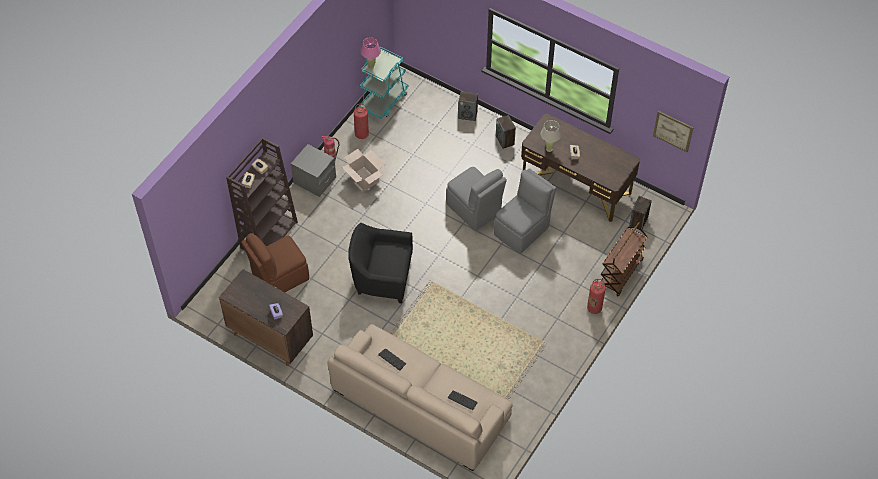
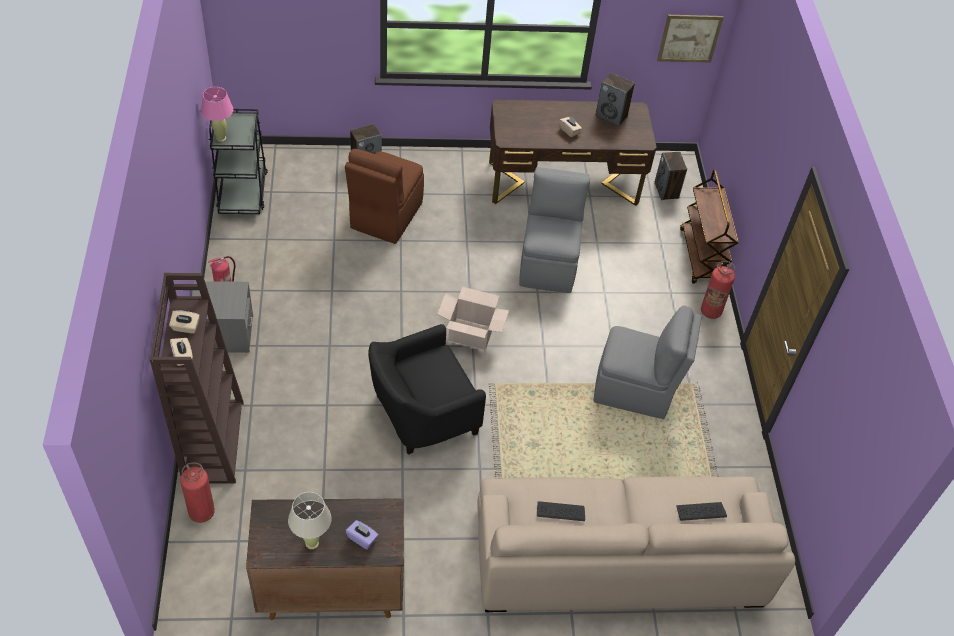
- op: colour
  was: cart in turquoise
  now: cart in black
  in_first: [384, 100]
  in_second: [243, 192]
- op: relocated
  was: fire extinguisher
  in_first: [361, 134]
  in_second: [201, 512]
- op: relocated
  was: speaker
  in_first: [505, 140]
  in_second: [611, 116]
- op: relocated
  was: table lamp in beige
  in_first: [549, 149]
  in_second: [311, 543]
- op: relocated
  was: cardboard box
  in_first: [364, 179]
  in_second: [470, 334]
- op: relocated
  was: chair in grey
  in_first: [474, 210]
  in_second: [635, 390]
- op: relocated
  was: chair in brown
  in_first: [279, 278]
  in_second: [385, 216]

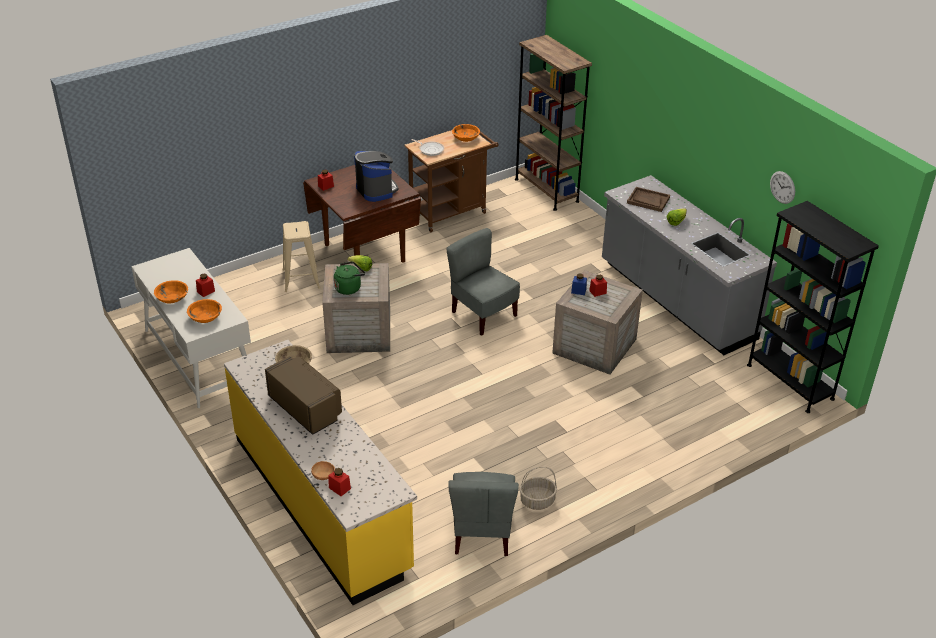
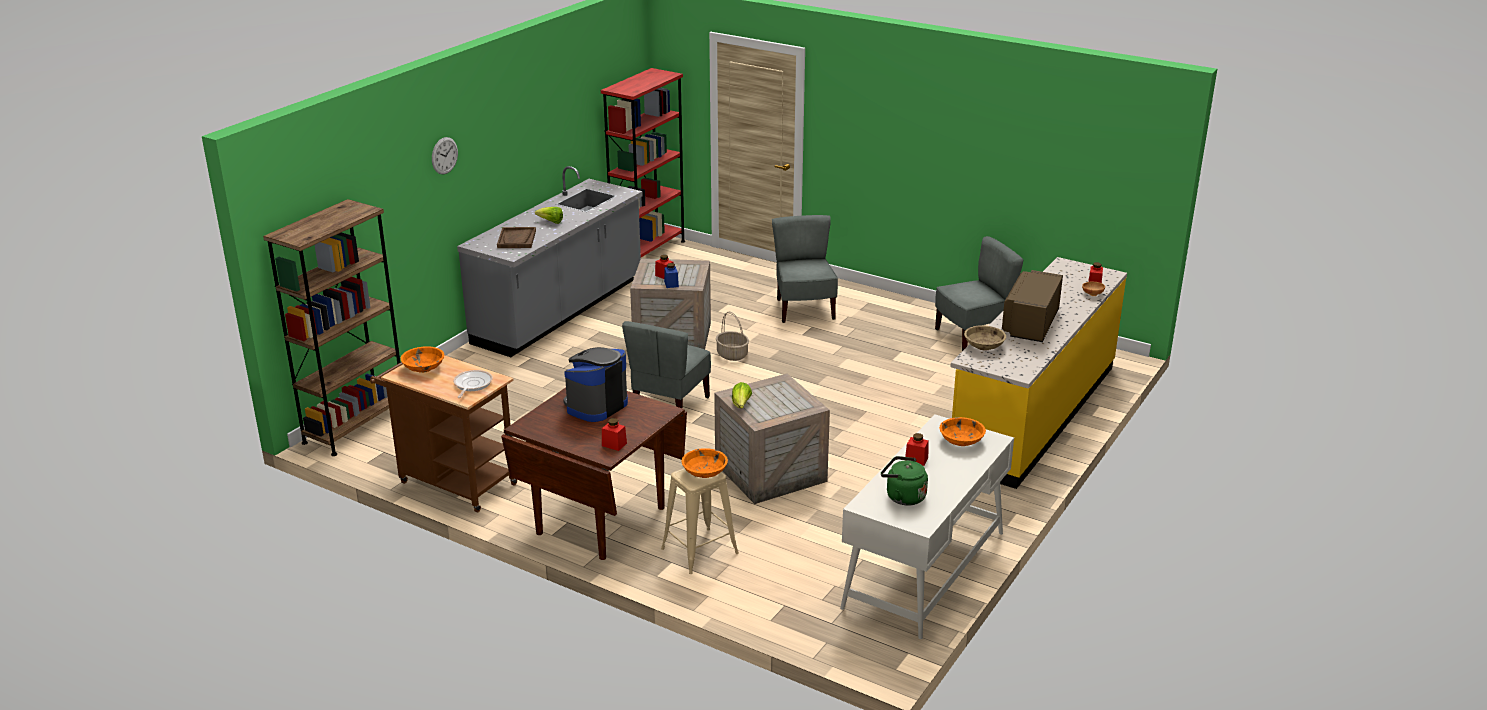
- op: relocated
  was: wall clock
  in_first: [782, 187]
  in_second: [444, 155]
- op: colour
  was: bookcase in black
  now: bookcase in red
  in_first: [790, 382]
  in_second: [648, 251]
- op: relocated
  was: kettle in green
  in_first: [349, 288]
  in_second: [903, 497]
- op: relocated
  was: bowl in orange
  in_first: [172, 299]
  in_second: [704, 472]
- op: relocated
  was: basket
  in_first: [537, 501]
  in_second: [732, 355]
- op: appeared
  now: chair in grey
  in_second: [804, 309]

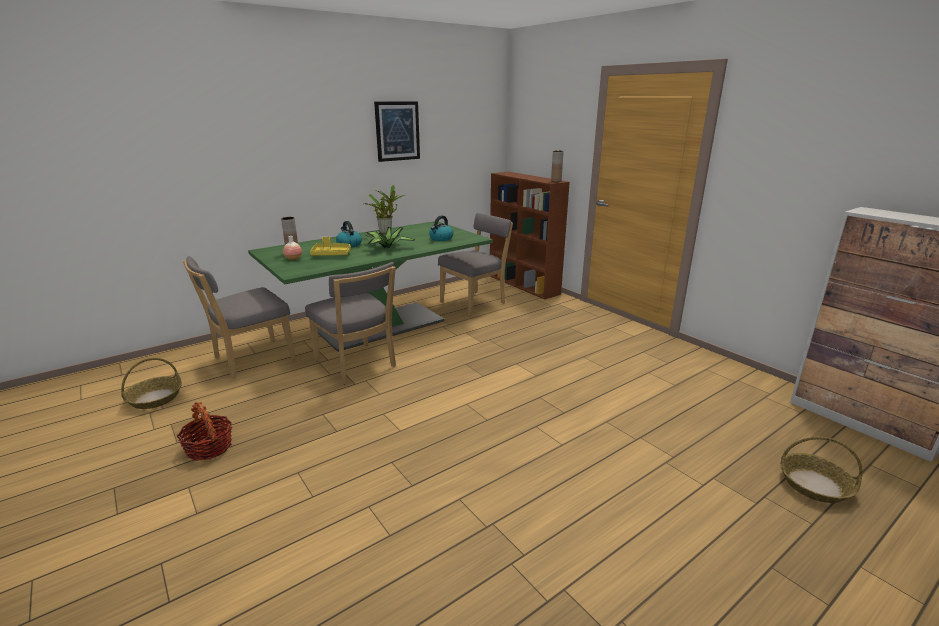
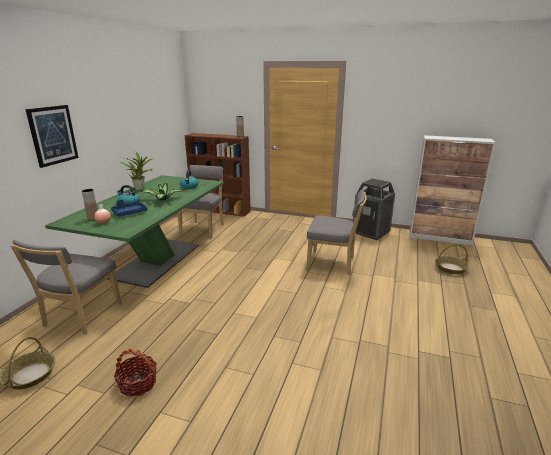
- op: relocated
  was: picture
  in_first: [397, 131]
  in_second: [53, 135]
- op: colour
  was: tray in yellow
  now: tray in blue
  in_first: [331, 254]
  in_second: [129, 213]
- op: relocated
  was: chair in grey
  in_first: [357, 365]
  in_second: [333, 264]
- op: appeared
  now: trash can
  in_second: [371, 232]

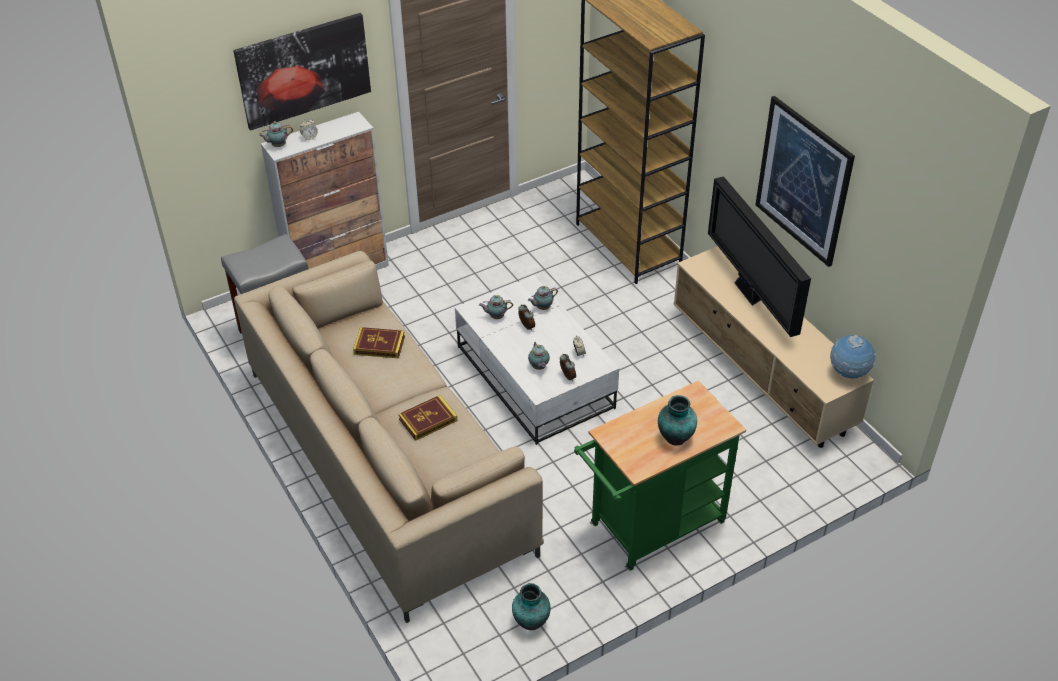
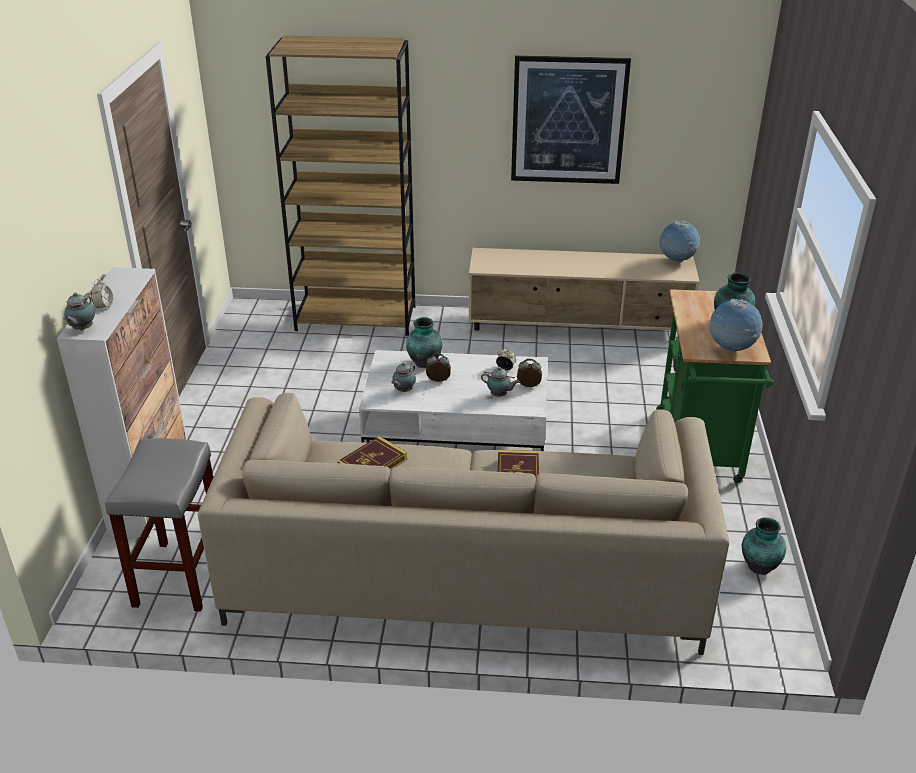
- op: missing
  was: picture
  in_first: [304, 70]
- op: missing
  was: television
  in_first: [749, 294]
- op: exchanged
  was: teapot
  now: vase
  in_first: [542, 307]
  in_second: [424, 362]
- op: appeared
  now: globe
  in_second: [731, 349]

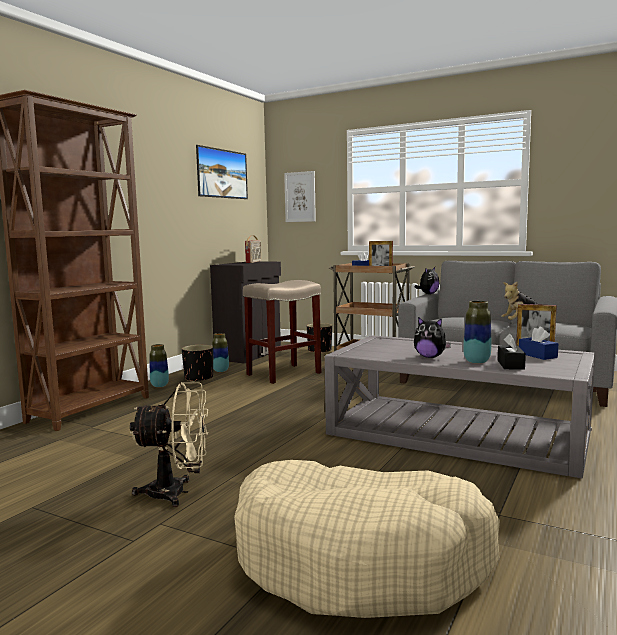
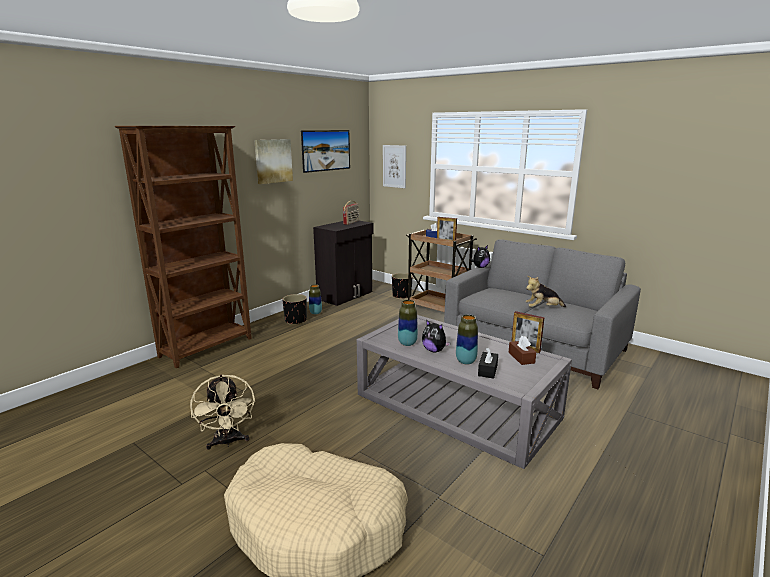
- op: missing
  was: stool in beige
  in_first: [284, 373]
- op: colour
  was: tissue box in blue
  now: tissue box in brown
  in_first: [537, 355]
  in_second: [521, 358]
- op: relocated
  was: vase
  in_first: [159, 386]
  in_second: [407, 343]
- op: spun
  was: fan in beige
  in_first: [177, 493]
  in_second: [228, 442]
  clockwise: 60
- op: appeared
  now: picture
  in_second: [273, 161]

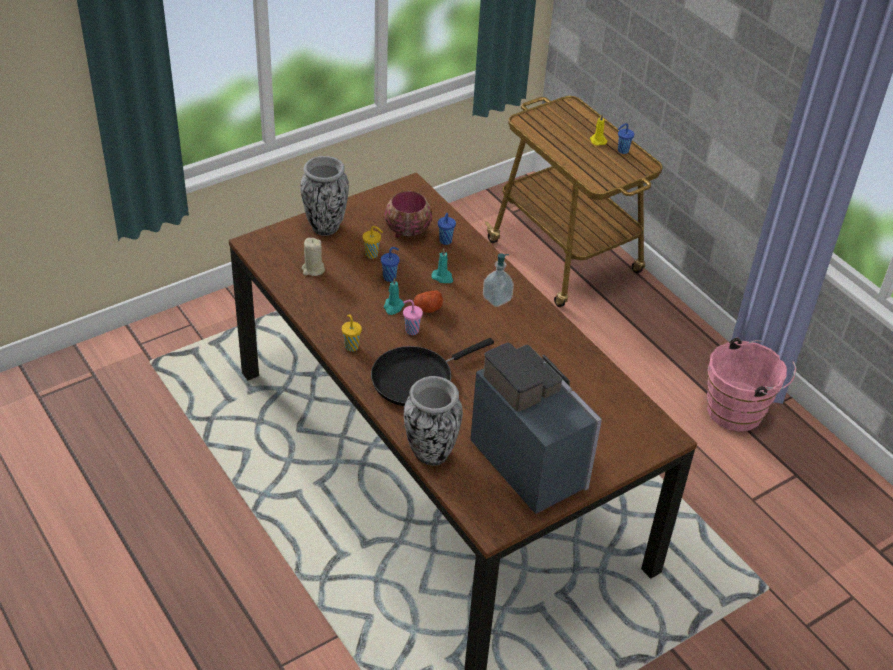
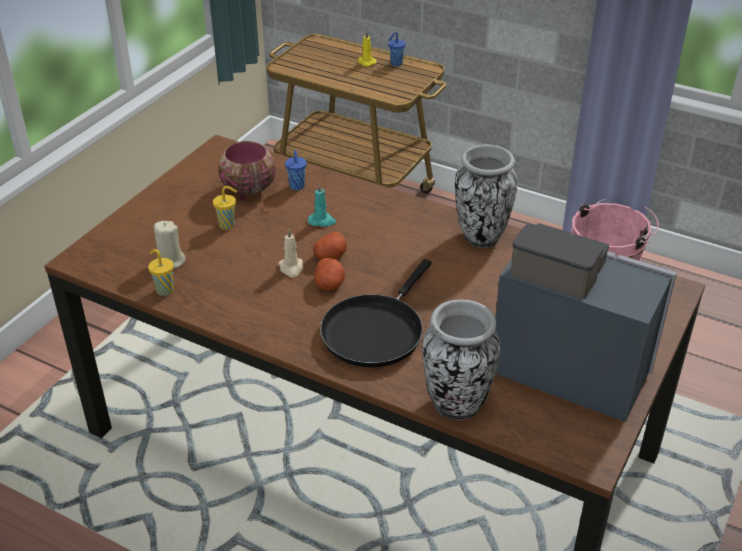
- op: relocated
  was: vase
  in_first: [325, 226]
  in_second: [480, 237]
- op: missing
  was: cup in blue
  in_first: [390, 277]
- op: missing
  was: soap dispenser
  in_first: [497, 298]
- op: colour
  was: candle in turquoise
  now: candle in beige
  in_first: [393, 307]
  in_second: [291, 268]
- op: exchanged
  was: cup in pink
  now: potato
  in_first: [411, 330]
  in_second: [330, 284]
- op: relocated
  was: cup in yellow
  in_first: [351, 346]
  in_second: [164, 290]

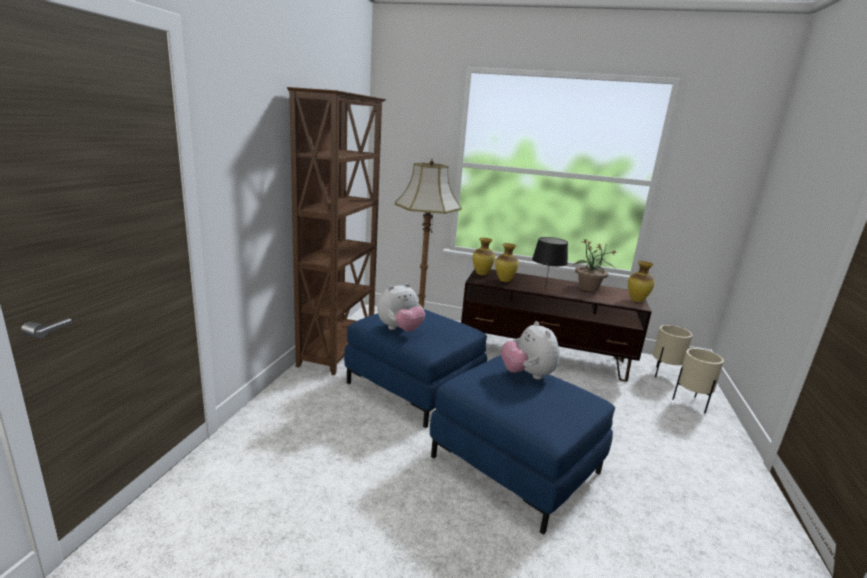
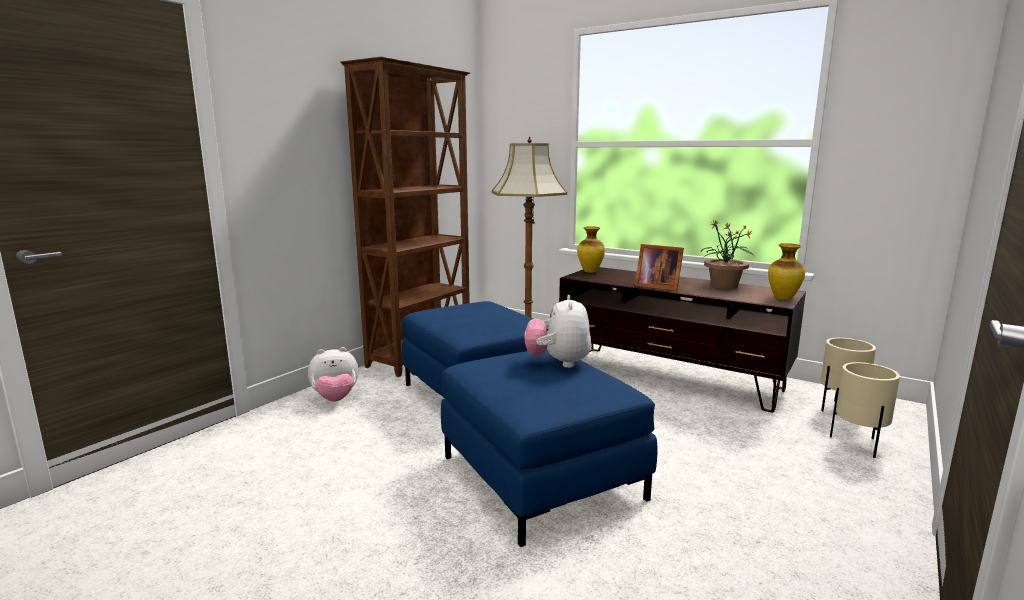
- op: exchanged
  was: table lamp in black
  now: picture frame
  in_first: [545, 290]
  in_second: [656, 286]
- op: missing
  was: vase
  in_first: [504, 281]
- op: relocated
  was: plush toy
  in_first: [400, 329]
  in_second: [335, 399]

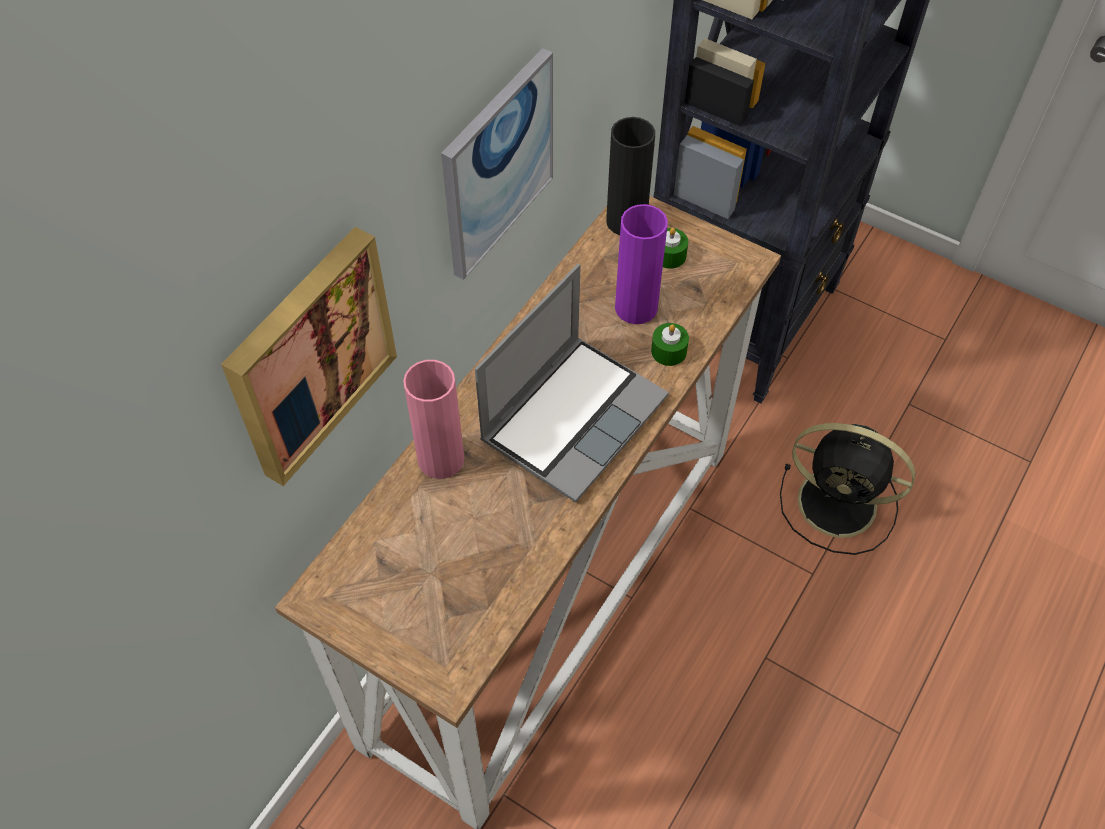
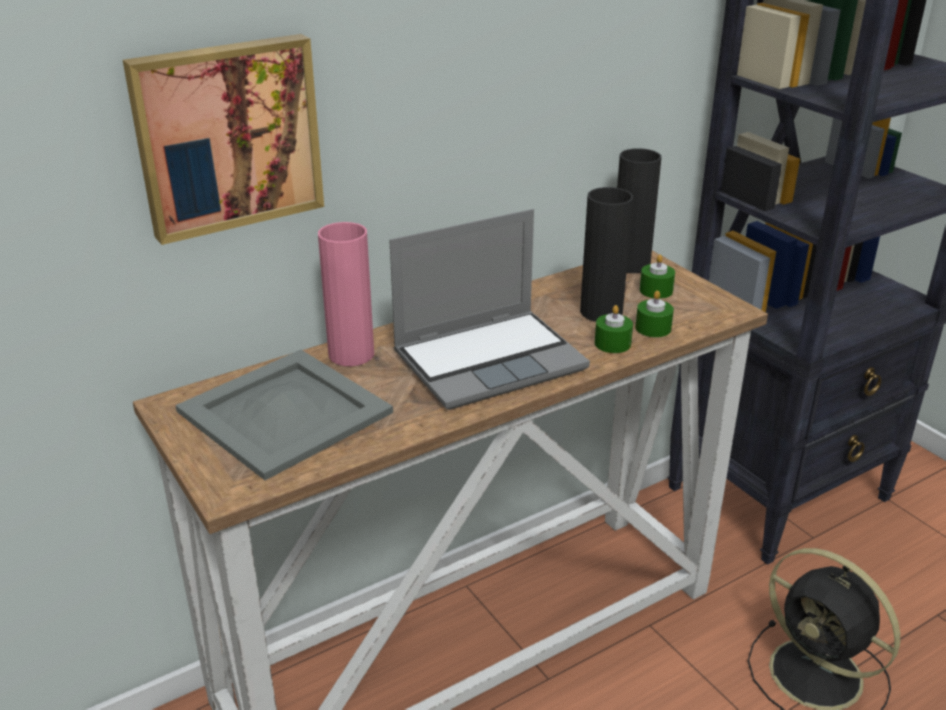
- op: missing
  was: picture
  in_first: [496, 164]
- op: colour
  was: vase in purple
  now: vase in black
  in_first: [636, 307]
  in_second: [601, 312]
- op: appeared
  now: candle in green
  in_second: [653, 328]
- op: appeared
  now: tray in grey
  in_second: [285, 411]

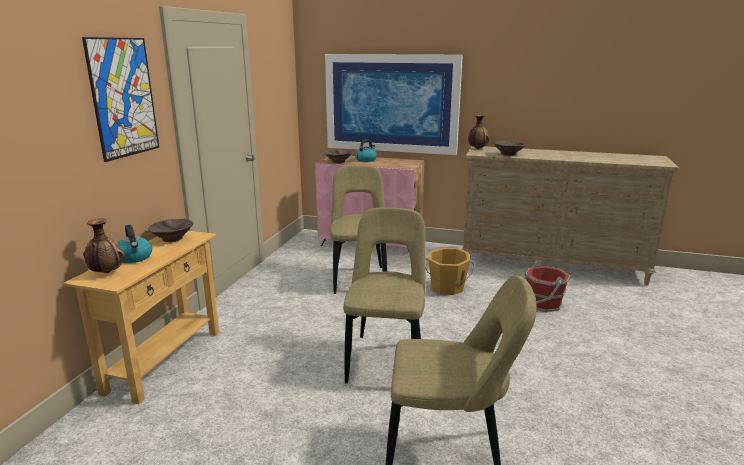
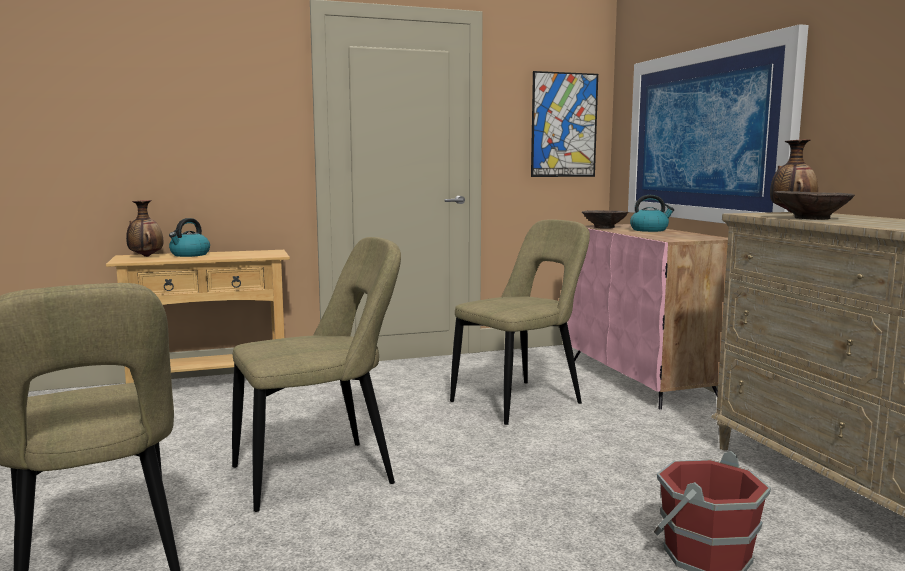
- op: relocated
  was: picture
  in_first: [123, 98]
  in_second: [564, 125]
- op: missing
  was: bowl in brown
  in_first: [173, 239]
- op: missing
  was: bucket in orange
  in_first: [446, 288]

